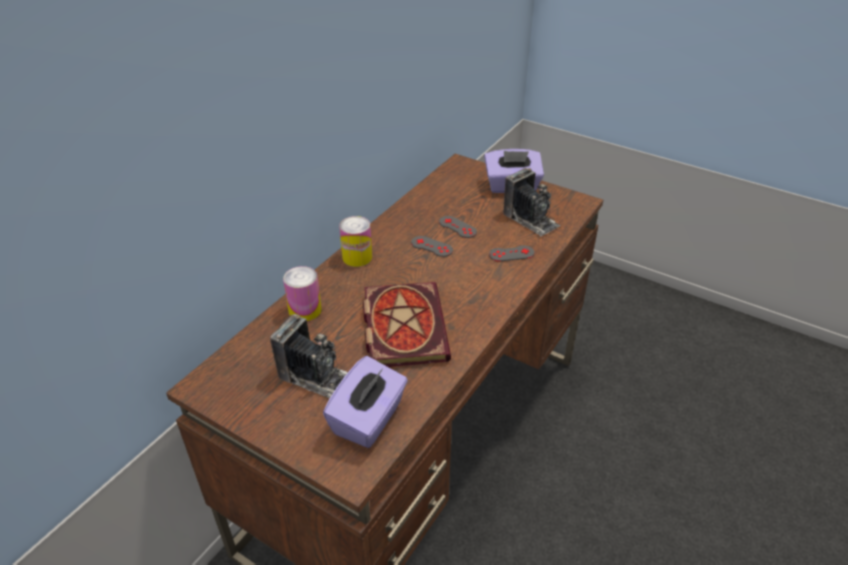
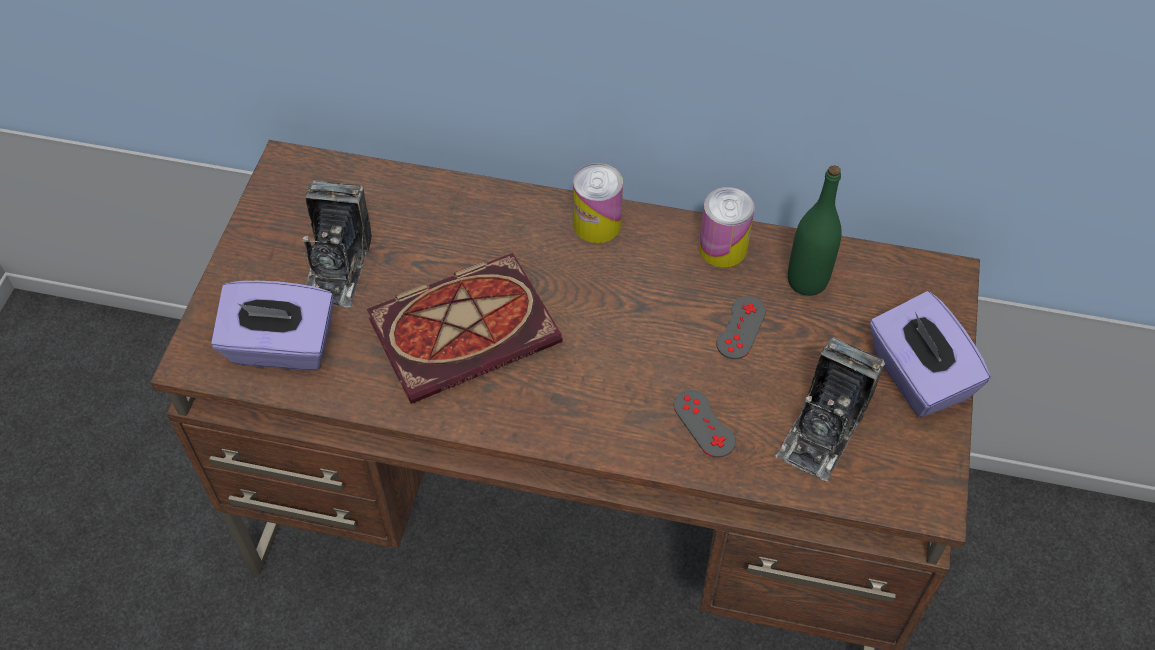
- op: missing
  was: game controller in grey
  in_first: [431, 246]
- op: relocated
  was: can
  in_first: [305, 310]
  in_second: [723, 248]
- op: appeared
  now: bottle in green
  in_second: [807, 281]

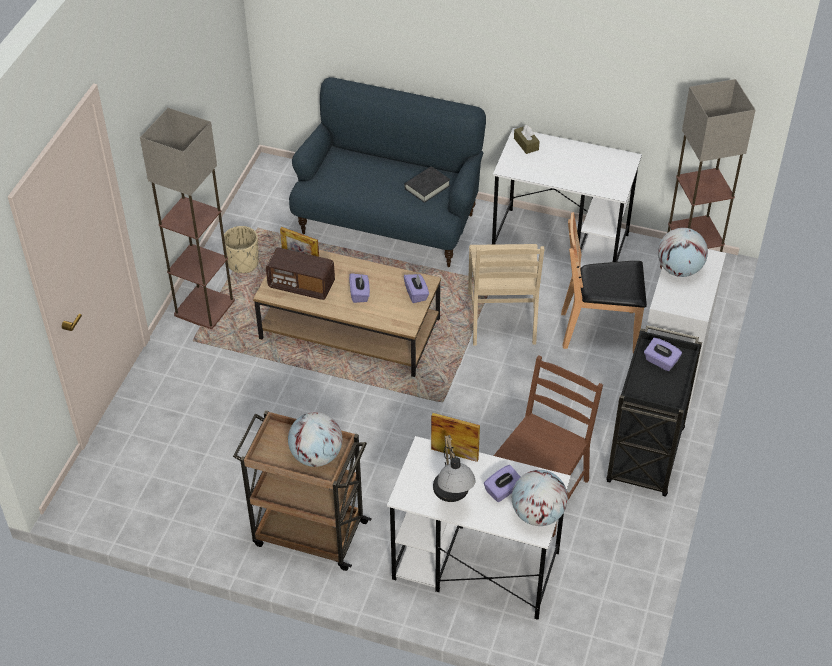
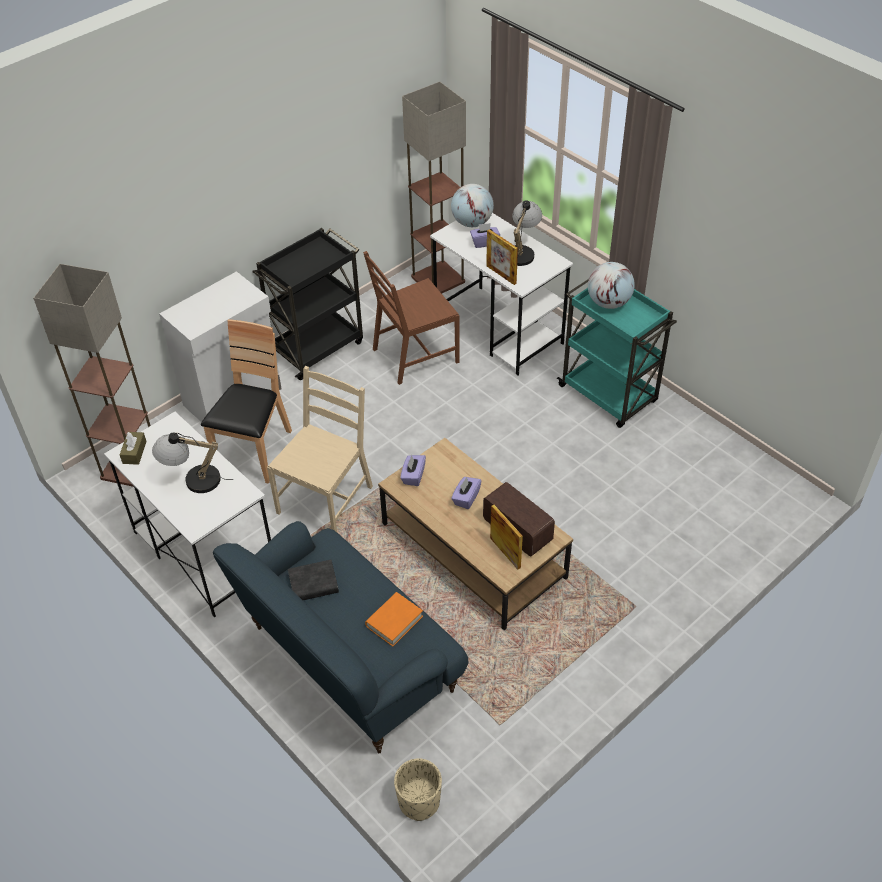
- op: relocated
  was: floor lamp
  in_first: [205, 309]
  in_second: [438, 279]
- op: relocated
  was: tissue box in brown
  in_first: [526, 144]
  in_second: [134, 452]
- op: spun
  was: chair in brown
  in_first: [599, 331]
  in_second: [255, 452]
  clockwise: -105
- op: relocated
  was: planter in beige
  in_first: [243, 263]
  in_second: [418, 801]
- op: missing
  was: globe
  in_first: [679, 269]
- op: missing
  was: tissue box in purple
  in_first: [661, 361]
- op: colour
  was: cart in brown
  now: cart in turquoise
  in_first: [308, 533]
  in_second: [609, 395]
- op: appeared
  now: table lamp
  in_second: [193, 480]
- op: appeared
  now: book in orange
  in_second: [394, 621]

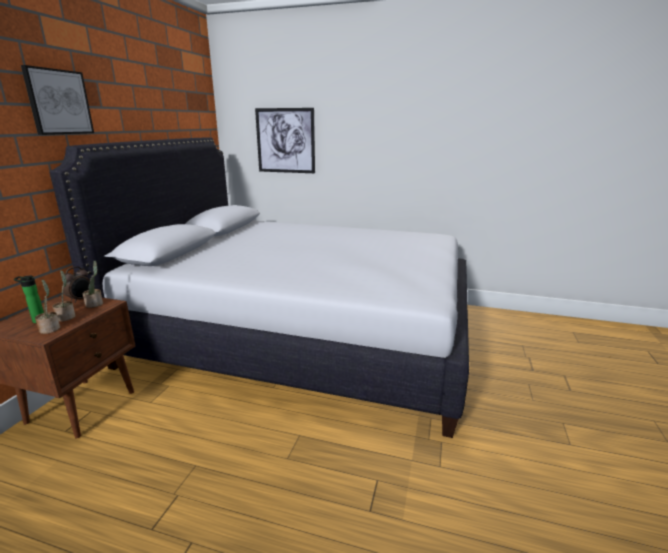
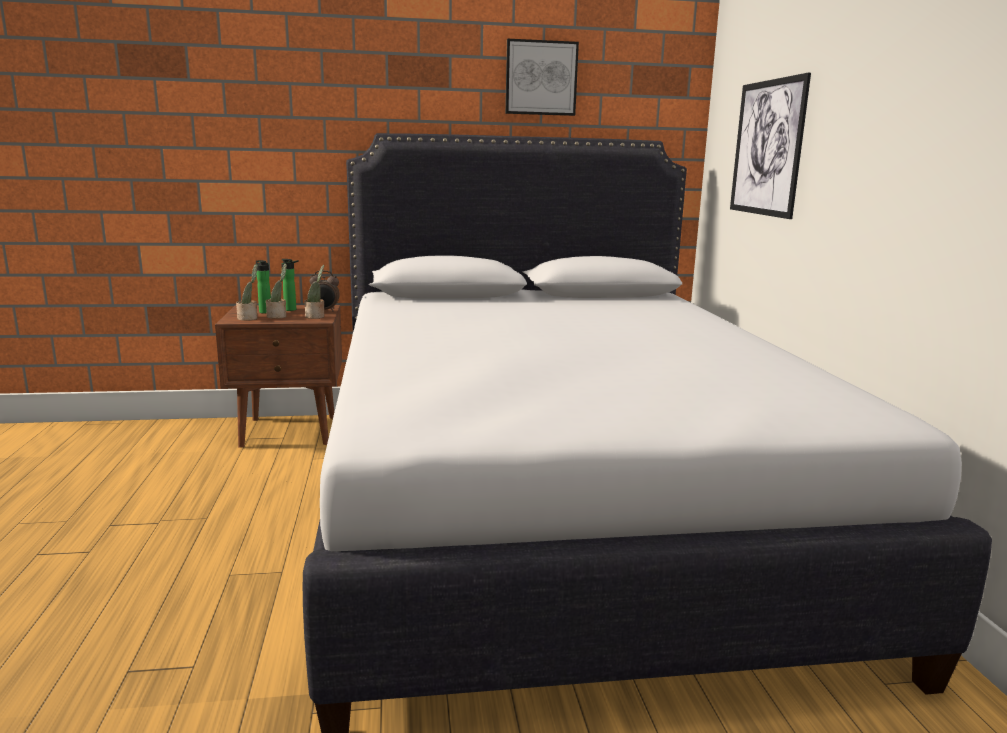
- op: relocated
  was: picture
  in_first: [58, 102]
  in_second: [541, 78]
- op: appeared
  now: bottle
  in_second: [292, 310]

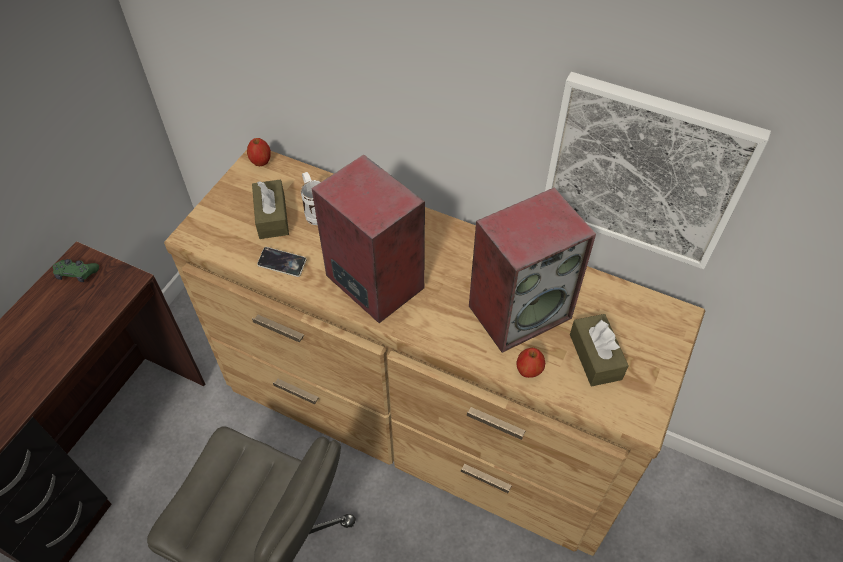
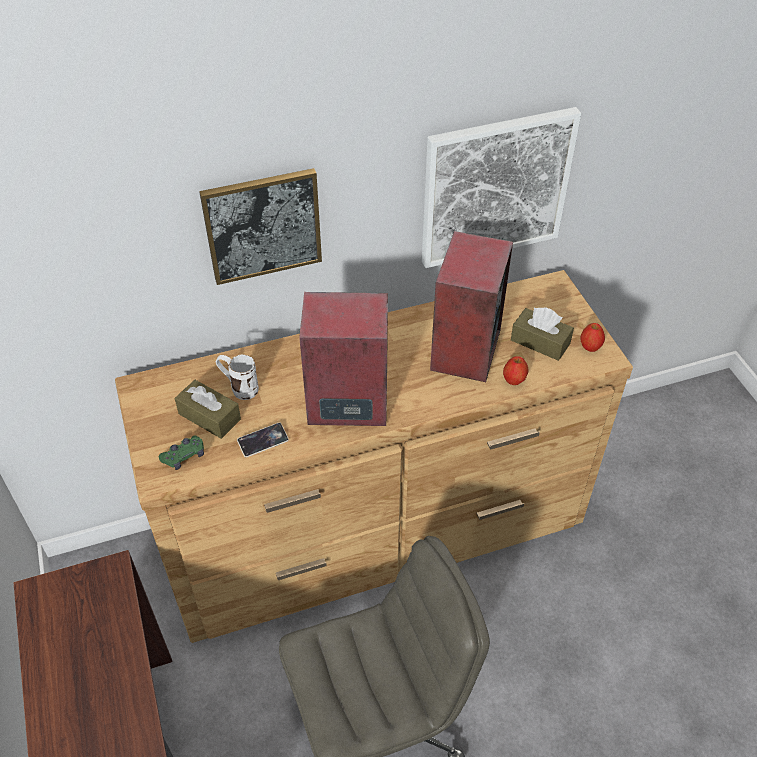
- op: relocated
  was: apple
  in_first: [261, 161]
  in_second: [590, 346]
- op: relocated
  was: game controller in green
  in_first: [77, 274]
  in_second: [184, 456]
- op: appeared
  now: picture
  in_second: [263, 225]

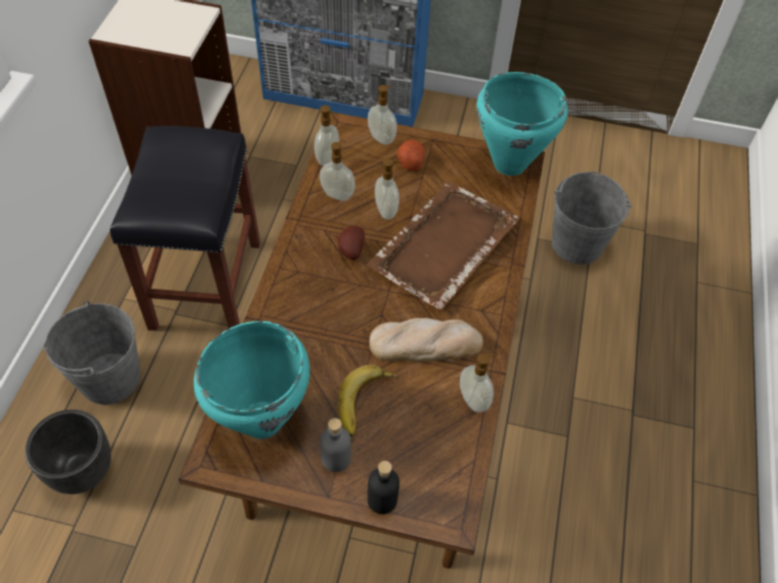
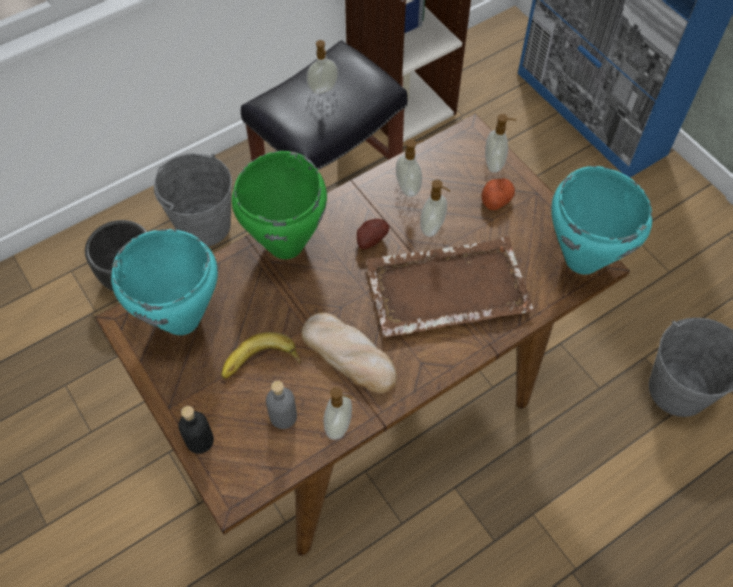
- op: relocated
  was: soap dispenser
  in_first: [328, 159]
  in_second: [323, 89]
- op: relocated
  was: bottle in grey
  in_first: [336, 459]
  in_second: [283, 416]
- op: appeared
  now: cooking pot in green
  in_second: [285, 245]

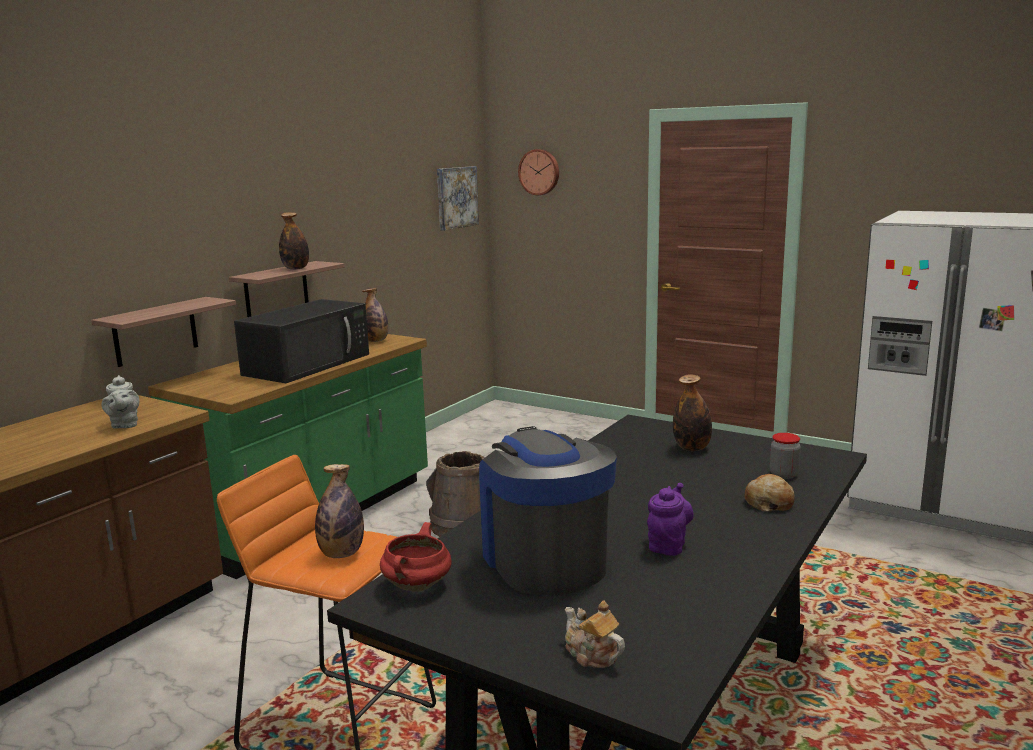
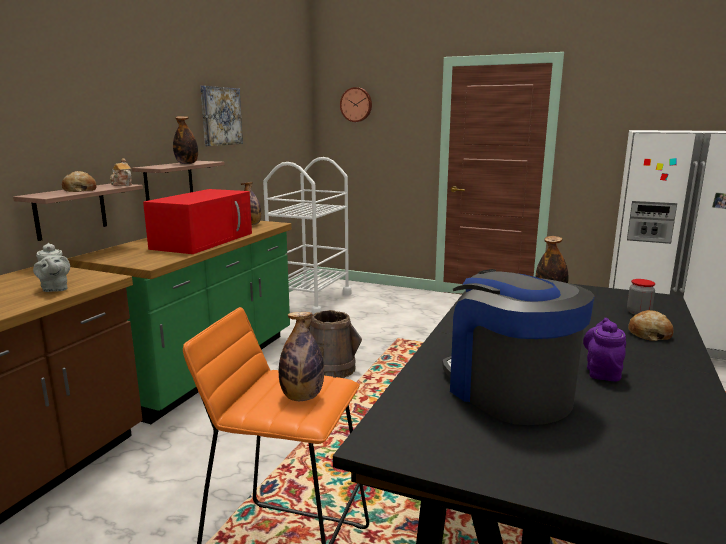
- op: relocated
  was: picture
  in_first: [456, 197]
  in_second: [220, 116]
- op: colour
  was: microwave in black
  now: microwave in red
  in_first: [308, 364]
  in_second: [204, 240]
- op: missing
  was: cooking pot in red
  in_first: [417, 587]
- op: relocated
  was: teapot
  in_first: [591, 655]
  in_second: [121, 185]
- op: appeared
  now: cart in white
  in_second: [310, 301]
- op: appeared
  now: bread
  in_second: [79, 190]

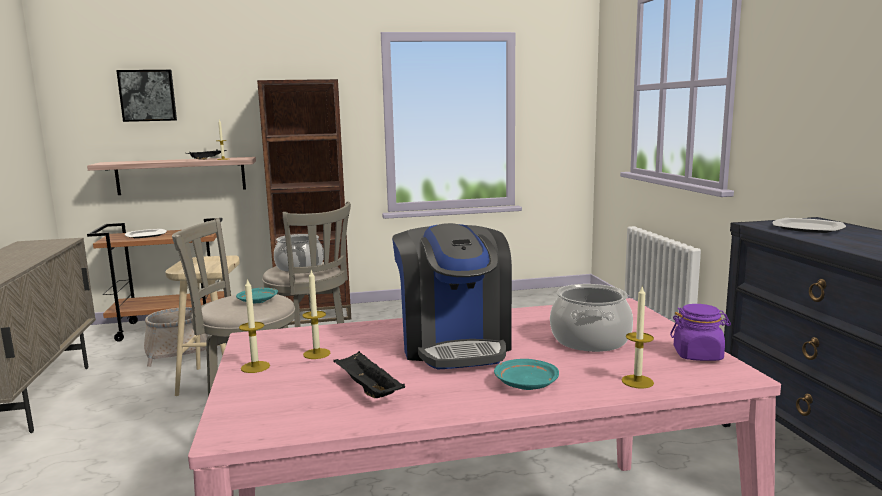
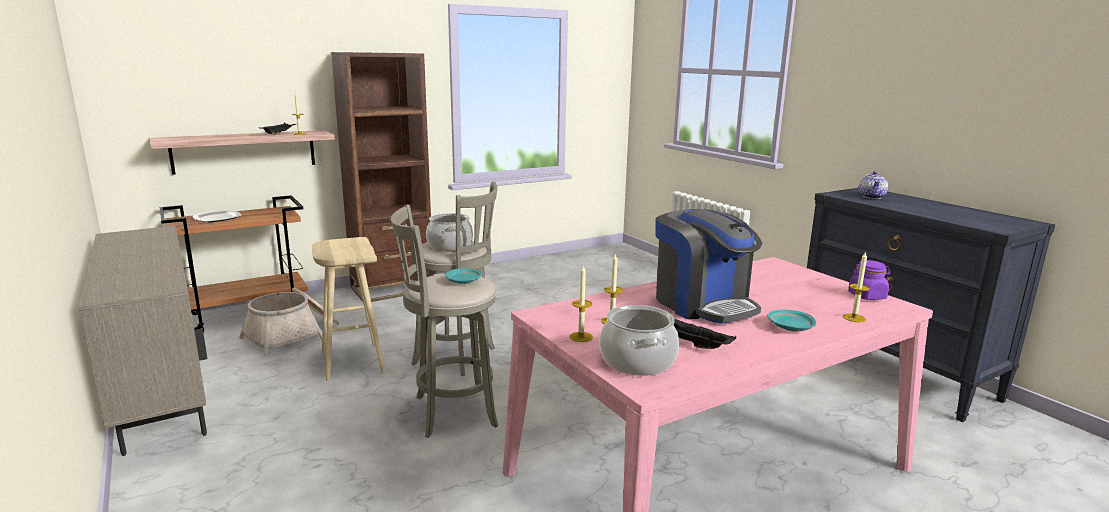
- op: missing
  was: picture
  in_first: [148, 95]
- op: exchanged
  was: plate
  now: teapot
  in_first: [808, 228]
  in_second: [872, 197]
- op: relocated
  was: cooking pot
  in_first: [590, 340]
  in_second: [638, 361]

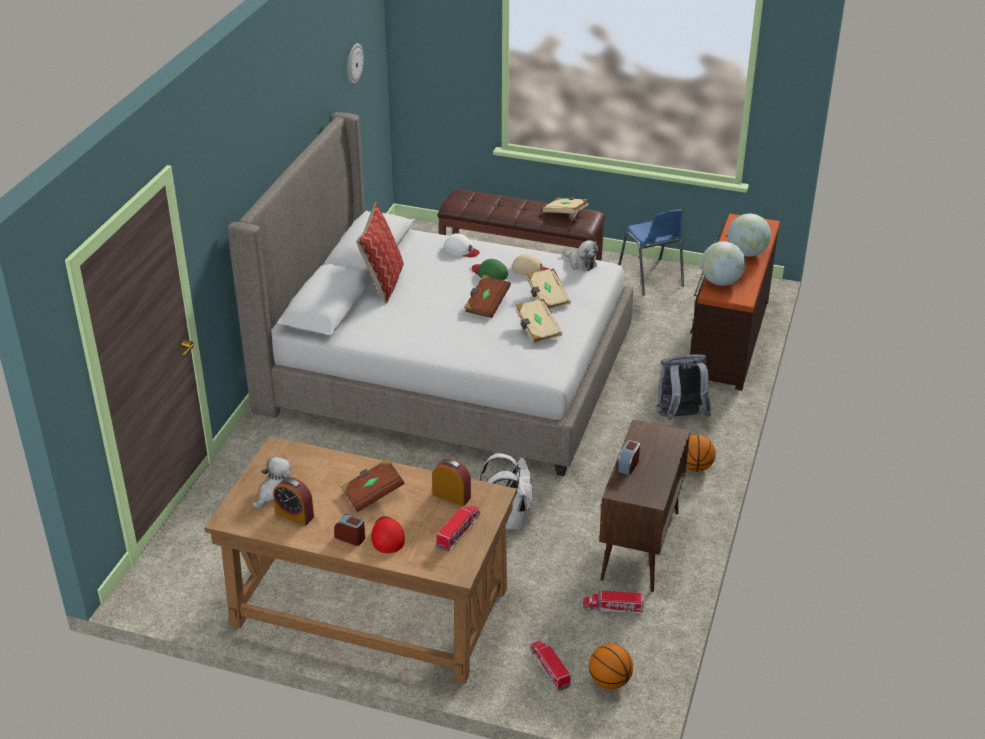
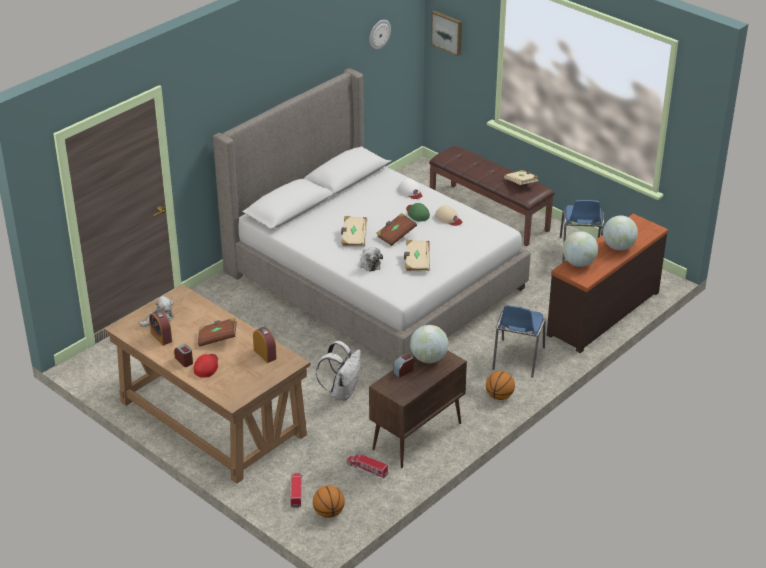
- op: missing
  was: pillow
  in_first: [383, 282]
- op: relocated
  was: plush toy
  in_first: [580, 263]
  in_second: [369, 264]
- op: relocated
  was: book in beige
  in_first: [547, 297]
  in_second: [353, 238]
- op: exchanged
  was: backpack in grey
  now: chair in blue
  in_first: [680, 417]
  in_second: [517, 359]
- op: missing
  was: toy truck
  in_first: [458, 531]
- op: appeared
  now: picture
  in_second: [447, 32]
- op: appeared
  now: globe
  in_second: [429, 358]

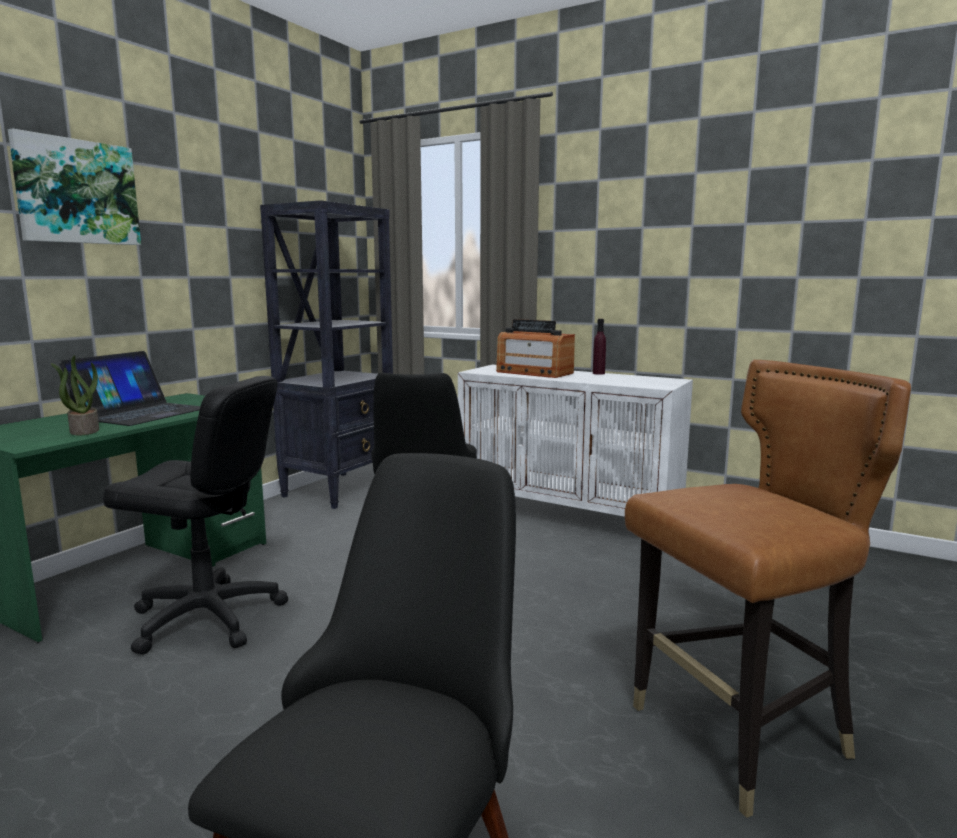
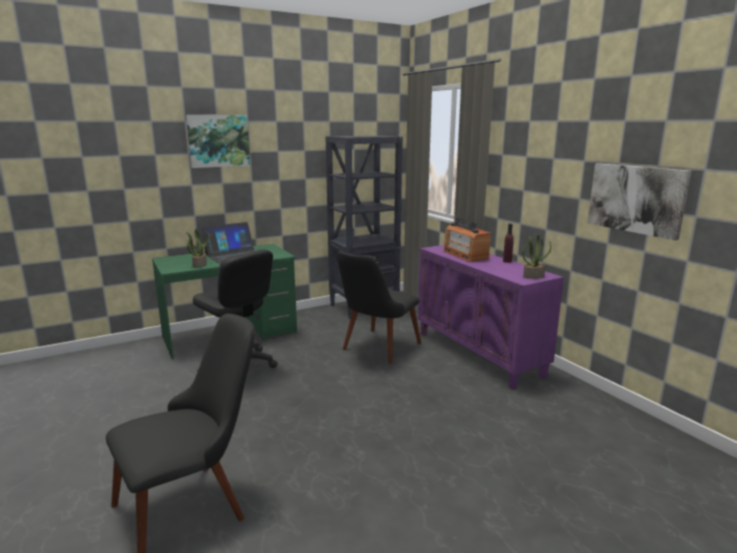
- op: missing
  was: chair in brown
  in_first: [740, 739]
- op: colour
  was: cabinet in white
  now: cabinet in purple
  in_first: [568, 516]
  in_second: [479, 354]
- op: appeared
  now: picture
  in_second: [636, 199]
- op: appeared
  now: potted plant
  in_second: [533, 276]

